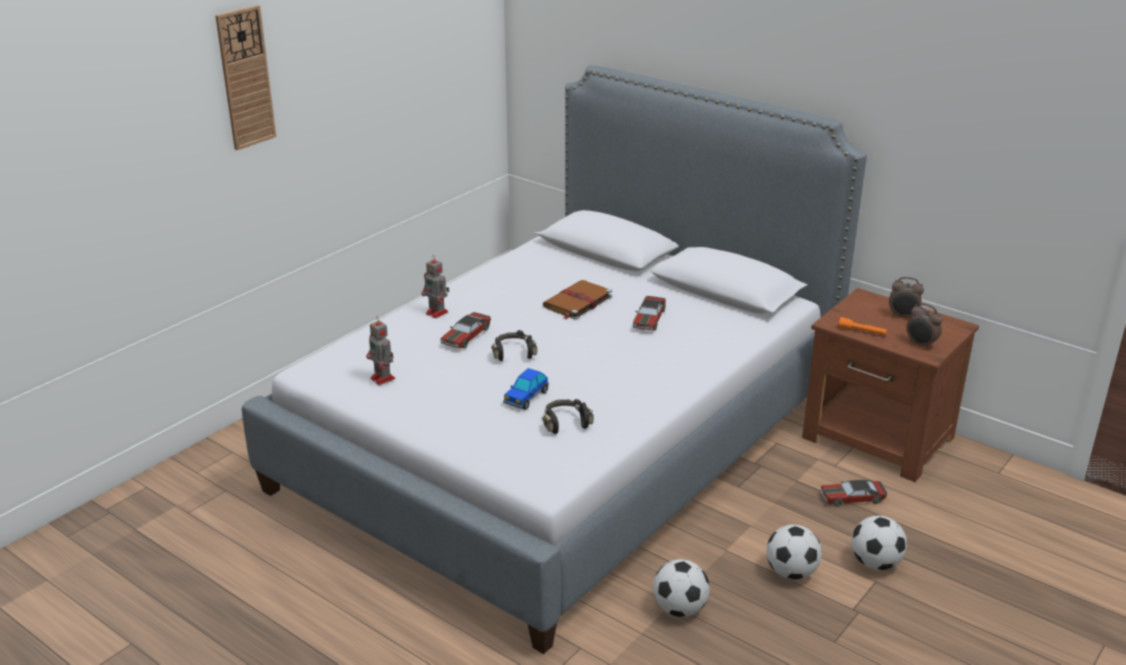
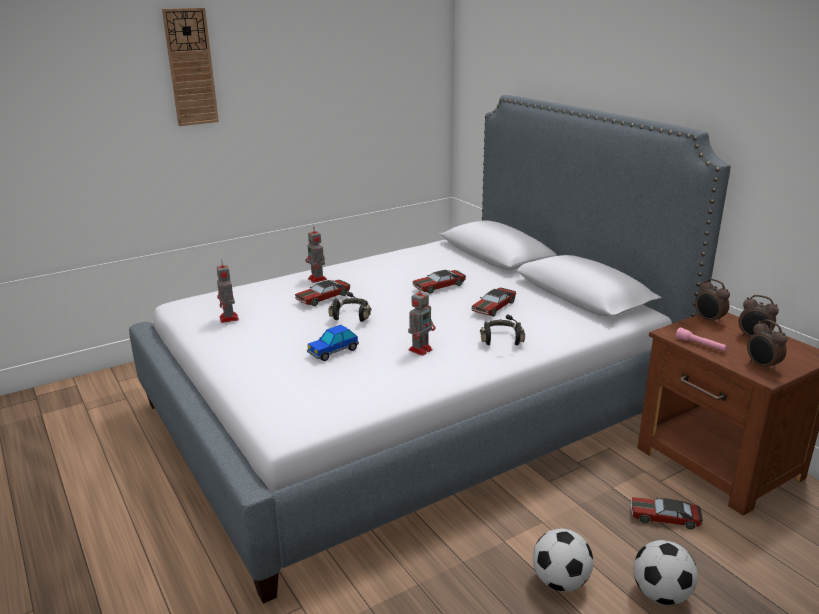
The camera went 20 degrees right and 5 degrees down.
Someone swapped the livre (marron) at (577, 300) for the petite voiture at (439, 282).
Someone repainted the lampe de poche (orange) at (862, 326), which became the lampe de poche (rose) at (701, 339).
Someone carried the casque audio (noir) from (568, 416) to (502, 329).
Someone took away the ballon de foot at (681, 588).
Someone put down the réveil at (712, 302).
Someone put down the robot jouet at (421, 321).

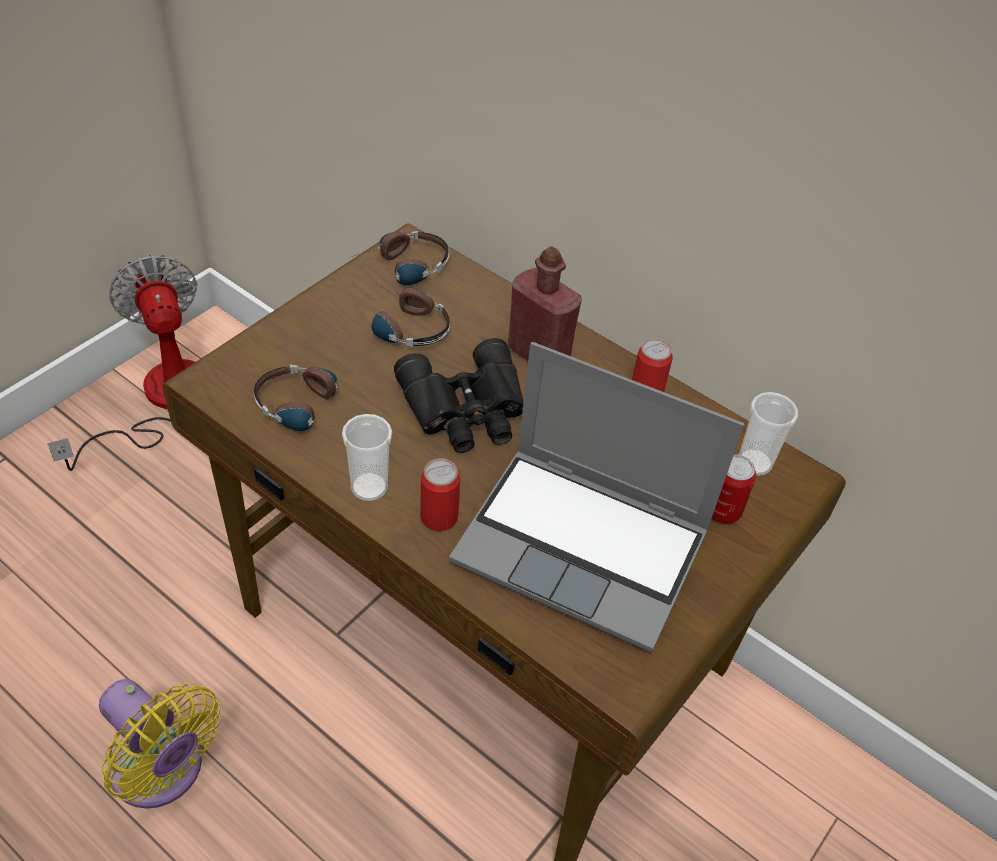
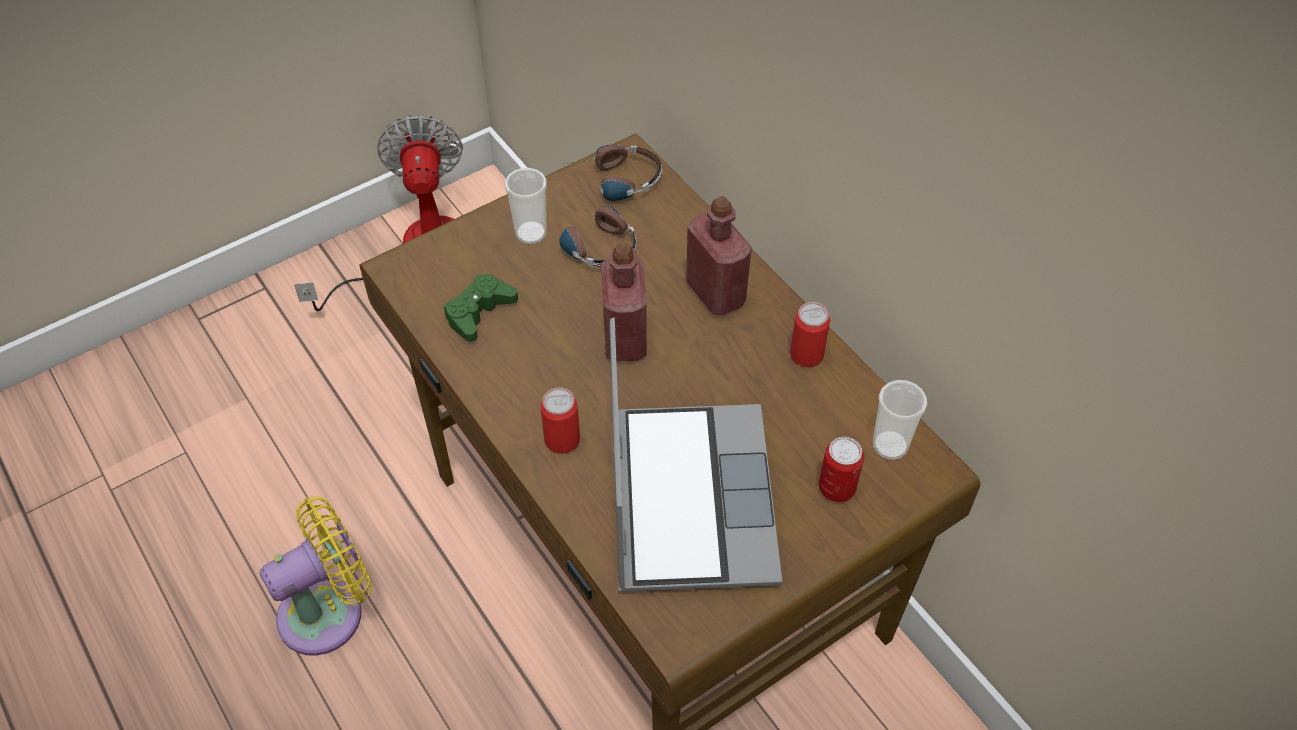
The camera went 20 degrees right and 5 degrees up.
Someone swapped the jumelles (noir) at (458, 395) for the bouteille (rouge) at (624, 303).
Someone rotated the ordinateur portable at (596, 497) by 135 degrees counterclockwise.
Someone swapped the casque audio at (297, 398) for the manette (vert) at (481, 308).
Someone carried the tasse from (367, 457) to (526, 206).
Someone rotated the ventilateur (jaune) at (159, 744) by 90 degrees counterclockwise.

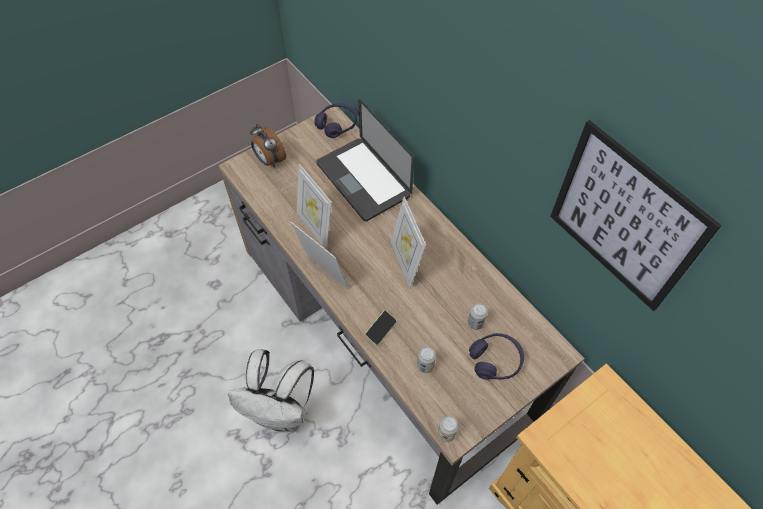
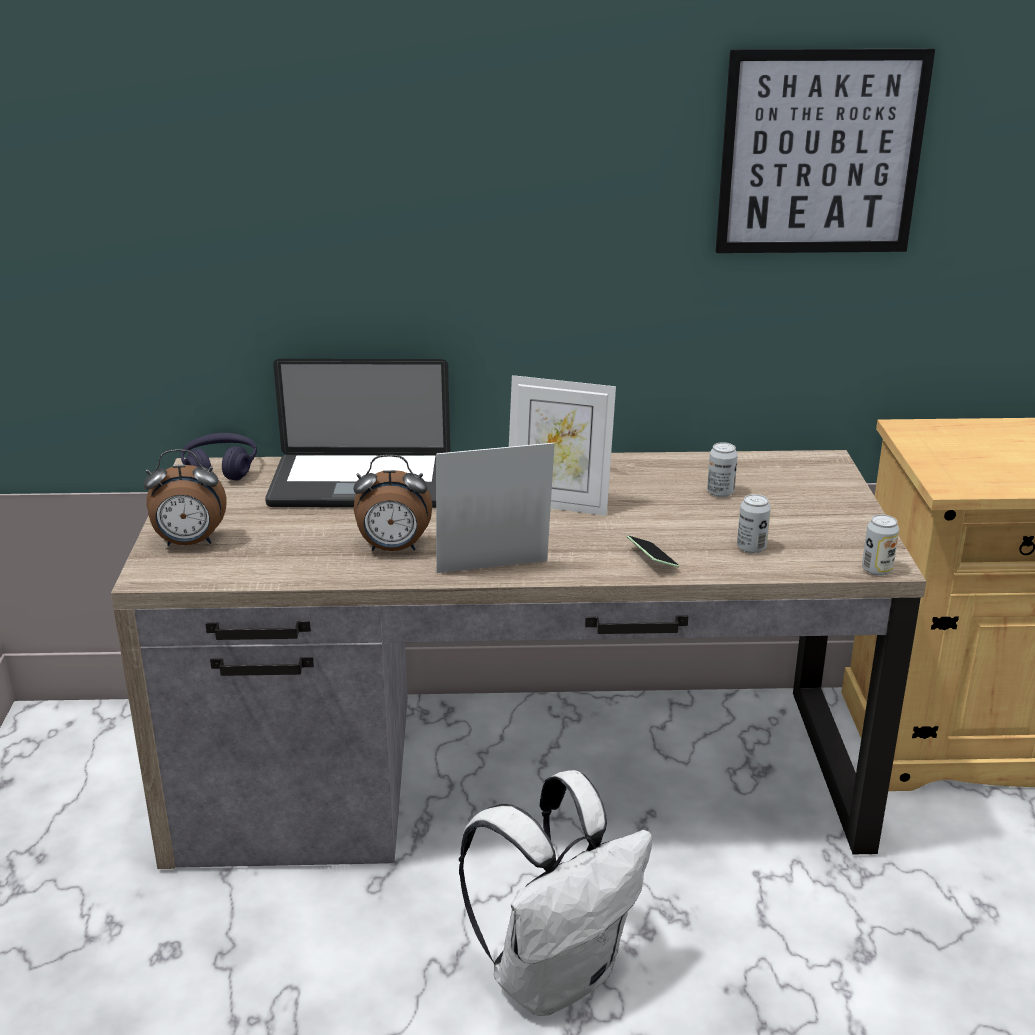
The camera went 55 degrees left and 30 degrees down.
Someone swapped the cadre photo at (314, 207) for the réveil at (392, 502).
Someone took away the casque audio (violet) at (496, 356).

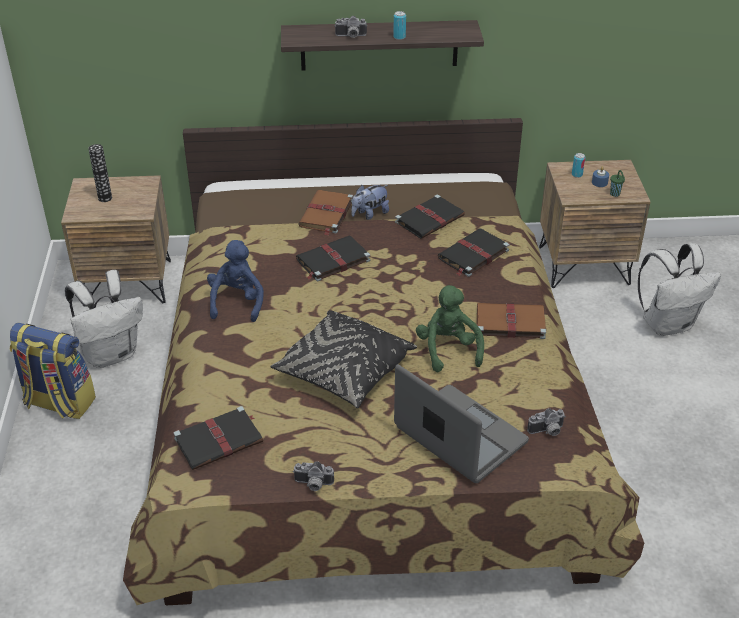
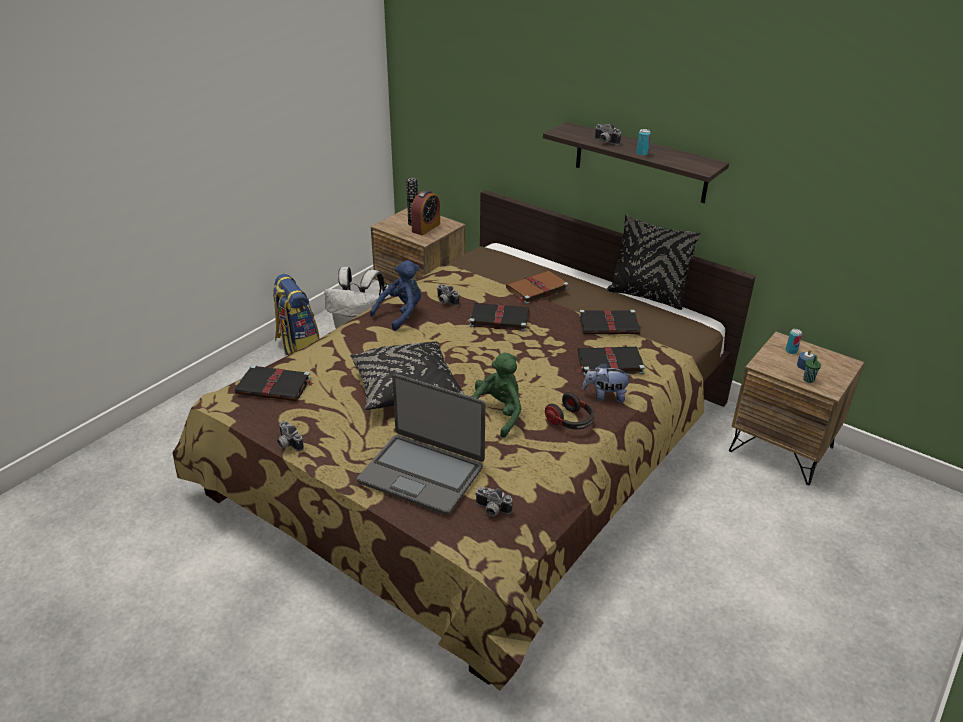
The camera went 40 degrees right and 5 degrees down.
Someone carried the peluche from (370, 202) to (607, 383).
Someone took away the sac à dos (blanc) at (679, 289).
Someone swapped the livre (marron) at (508, 321) for the casque audio at (569, 410).
Someone rotated the ordinateur portable at (461, 423) by 120 degrees clockwise.
Someone put down the réveil at (425, 212).
Someone put down the coussin (noir) at (654, 262).
Someone put down the appareil photo at (448, 295).

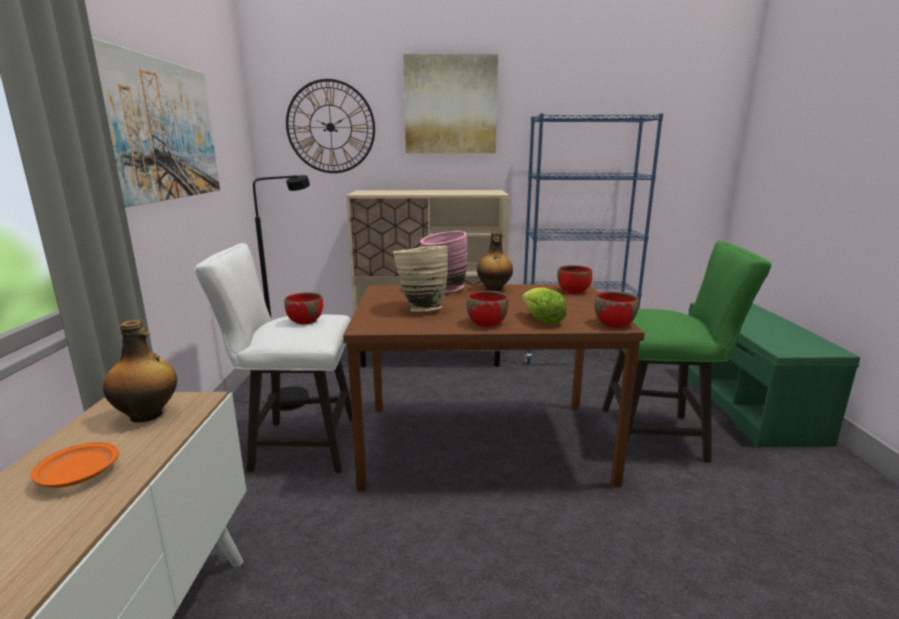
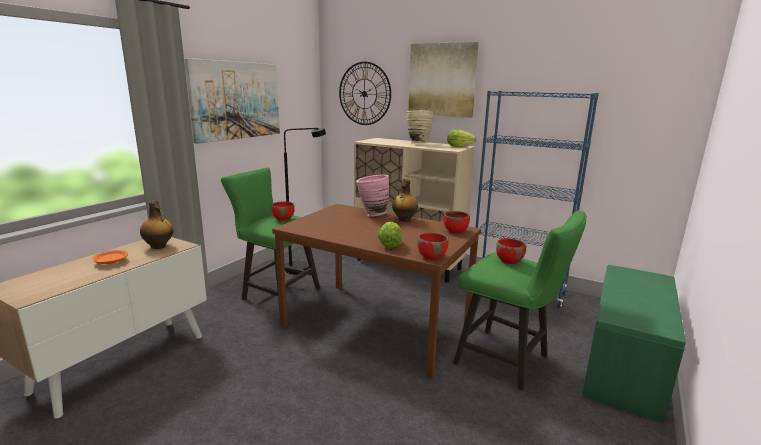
The camera went 30 degrees right and 0 degrees up.
Someone repainted the tabouret (blanc) at (273, 358), which became the tabouret (vert) at (270, 234).
Someone carried the vase (beige) from (420, 279) to (420, 126).
Someone carried the bol (rouge) from (487, 309) to (511, 251).
Someone put down the laitue at (461, 138).

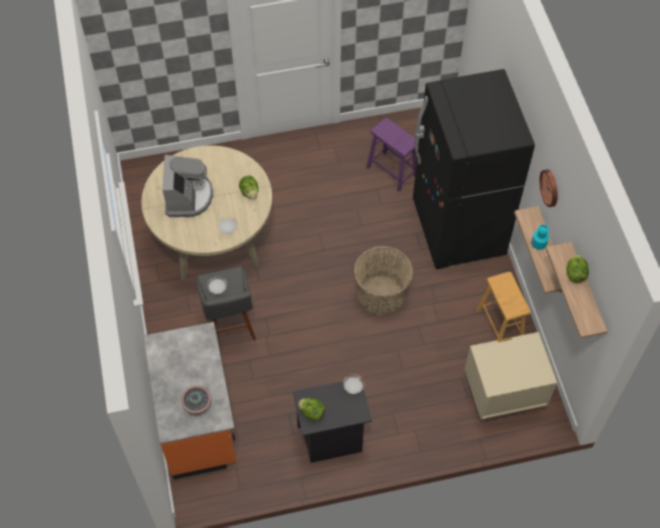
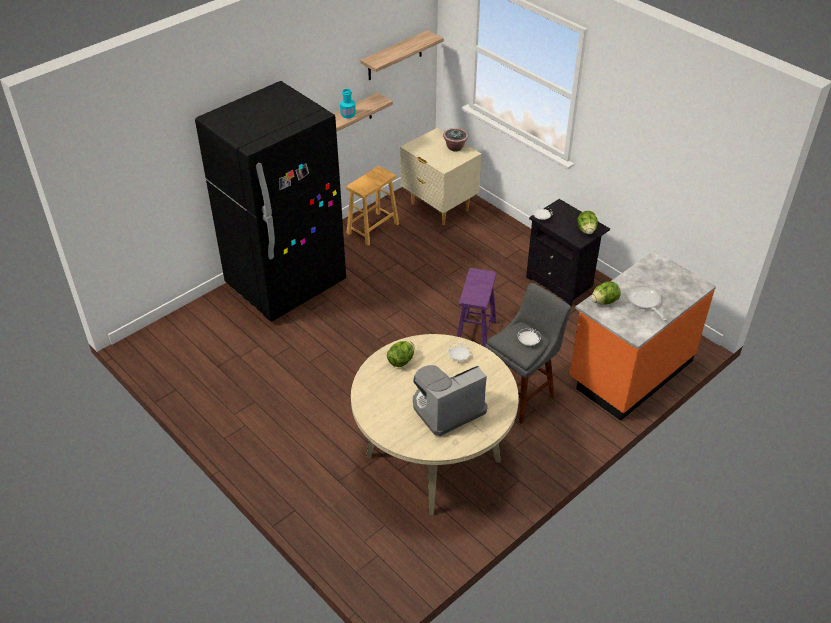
The camera went 120 degrees left and 15 degrees down.
Someone carried the tabouret (violet) from (392, 155) to (476, 307).
Someone took away the horloge murale at (548, 188).
Someone took away the panier at (383, 281).
Someone carried the laitue from (577, 268) to (606, 293).
Someone carried the plante en pot from (196, 400) to (455, 140).
Someone put down the poêle at (646, 303).

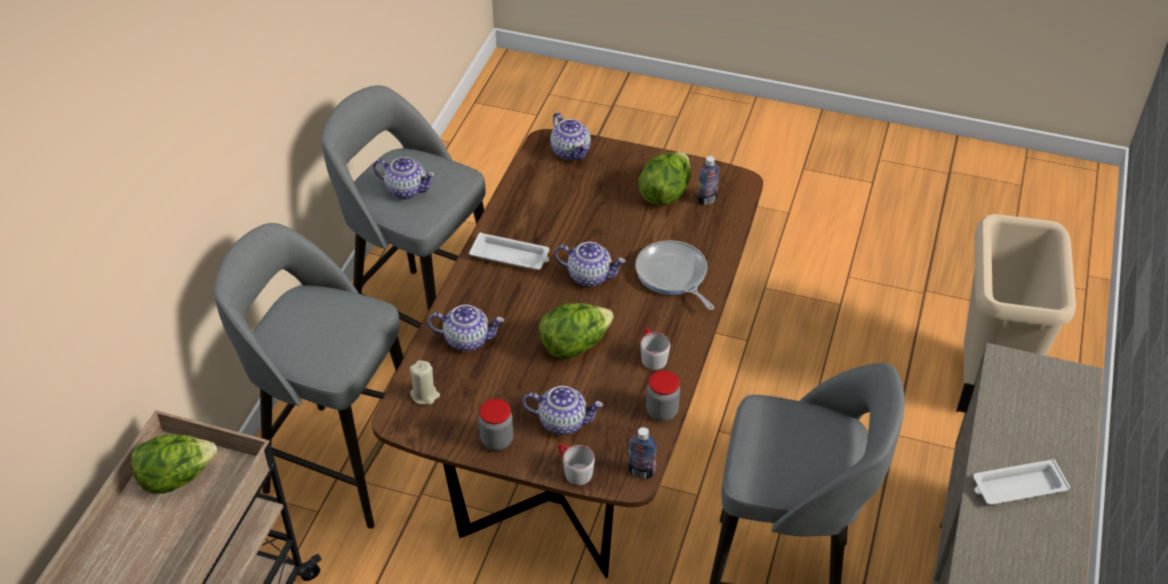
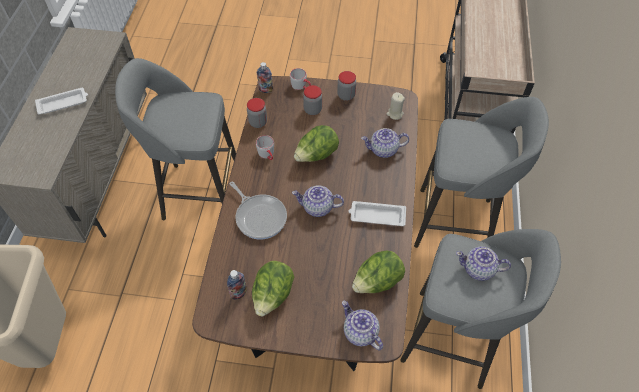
The camera went 170 degrees right and 10 degrees up.
Someone swapped the théière at (562, 410) for the bocal at (312, 100).
Someone carried the laitue from (174, 464) to (378, 271).

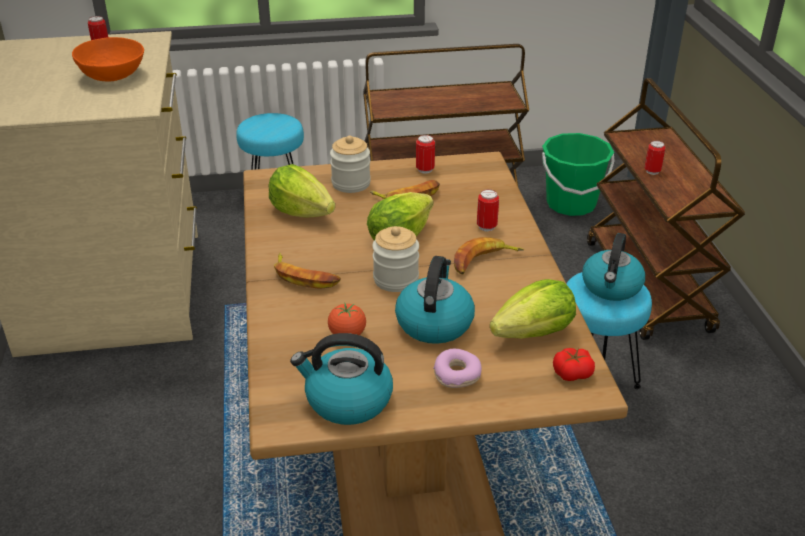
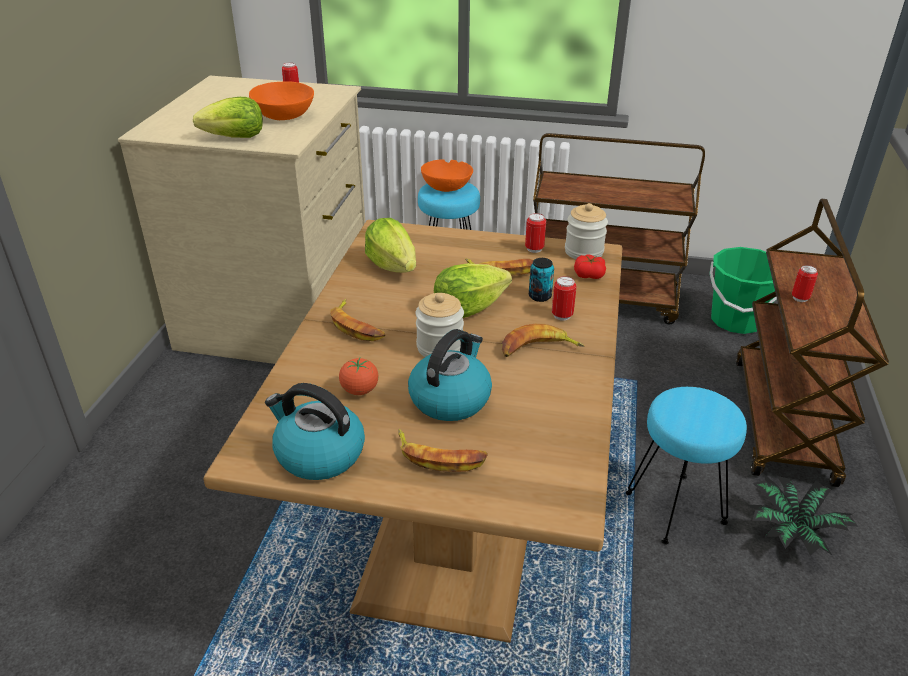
The camera went 20 degrees right and 0 degrees up.
Someone carried the bocal from (350, 164) to (586, 231).
Someone took away the bouilloire at (613, 267).
Someone carried the laitue from (533, 309) to (228, 117).
Someone carried the tomate from (574, 364) to (590, 266).
Someone swapped the beignet at (457, 368) for the banane at (443, 450).
Someone put down the bol (orange) at (447, 175).
Someone put down the boîte métallique at (541, 280).
Someone put down the plante en pot at (802, 515).

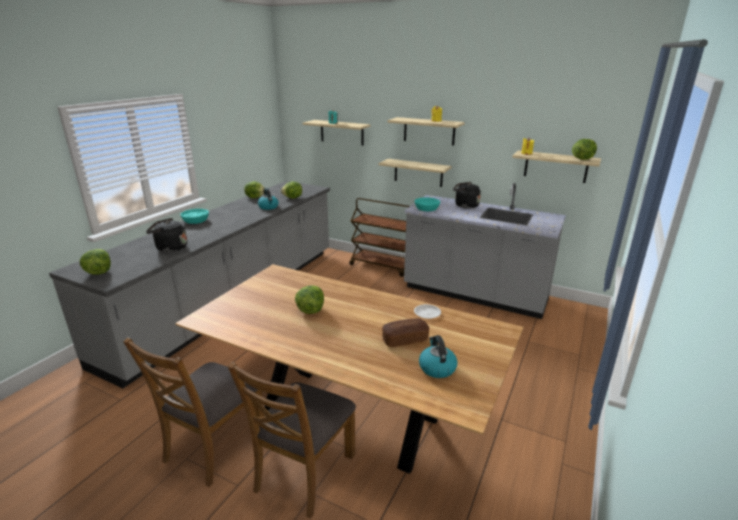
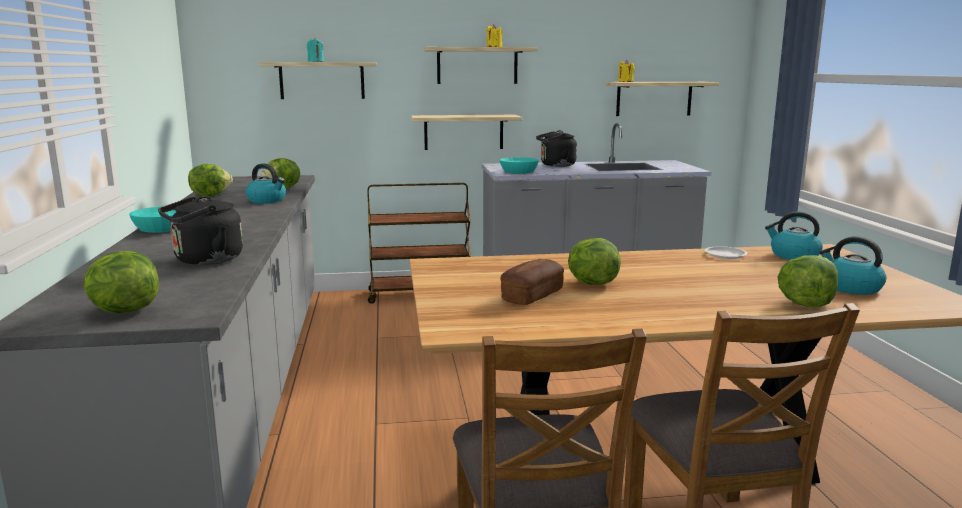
The camera went 35 degrees left and 10 degrees down.
Someone carried the laitue from (584, 149) to (808, 281).
Someone carried the pain from (405, 332) to (532, 282).
Someone put down the bouilloire at (794, 235).

